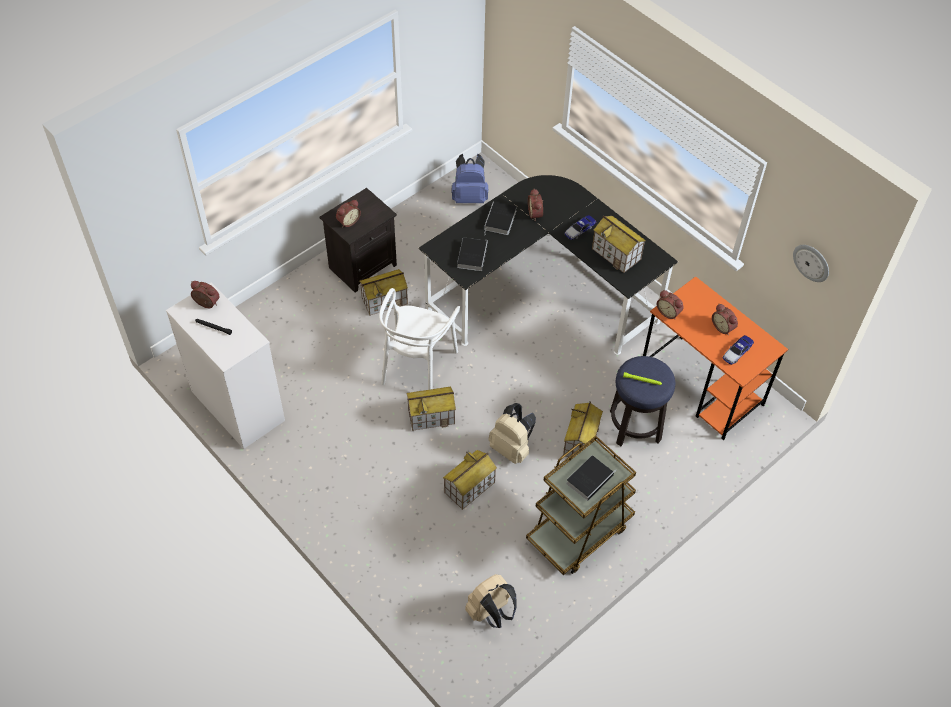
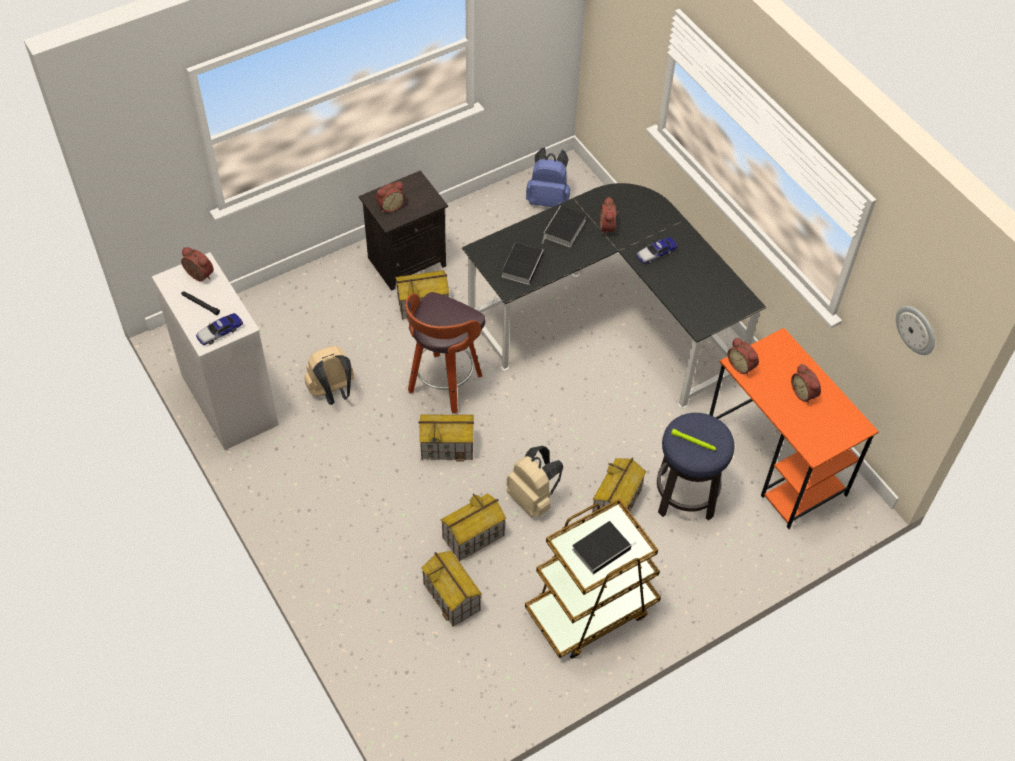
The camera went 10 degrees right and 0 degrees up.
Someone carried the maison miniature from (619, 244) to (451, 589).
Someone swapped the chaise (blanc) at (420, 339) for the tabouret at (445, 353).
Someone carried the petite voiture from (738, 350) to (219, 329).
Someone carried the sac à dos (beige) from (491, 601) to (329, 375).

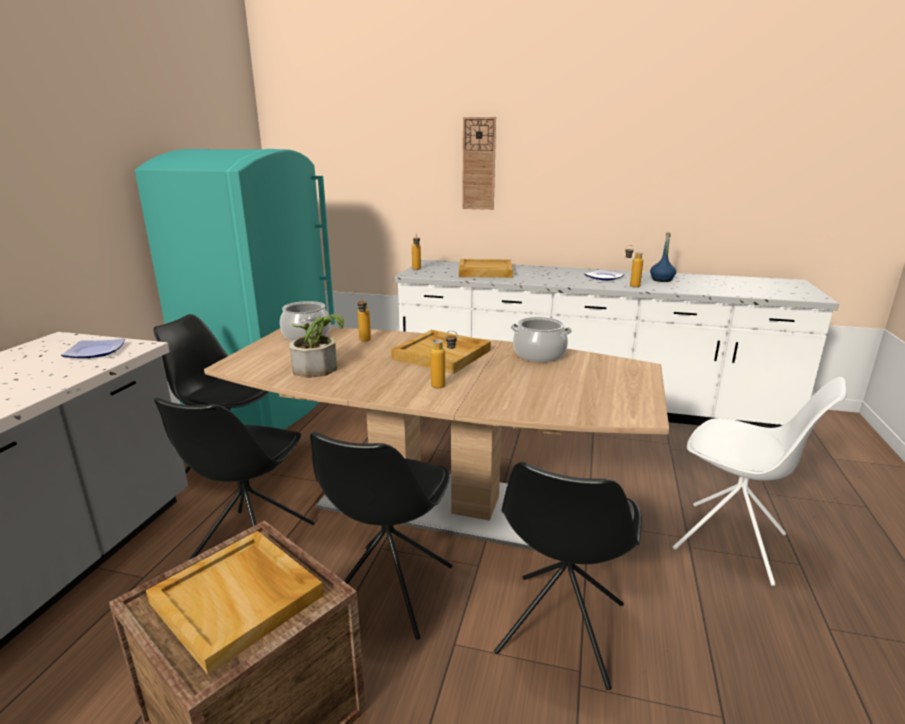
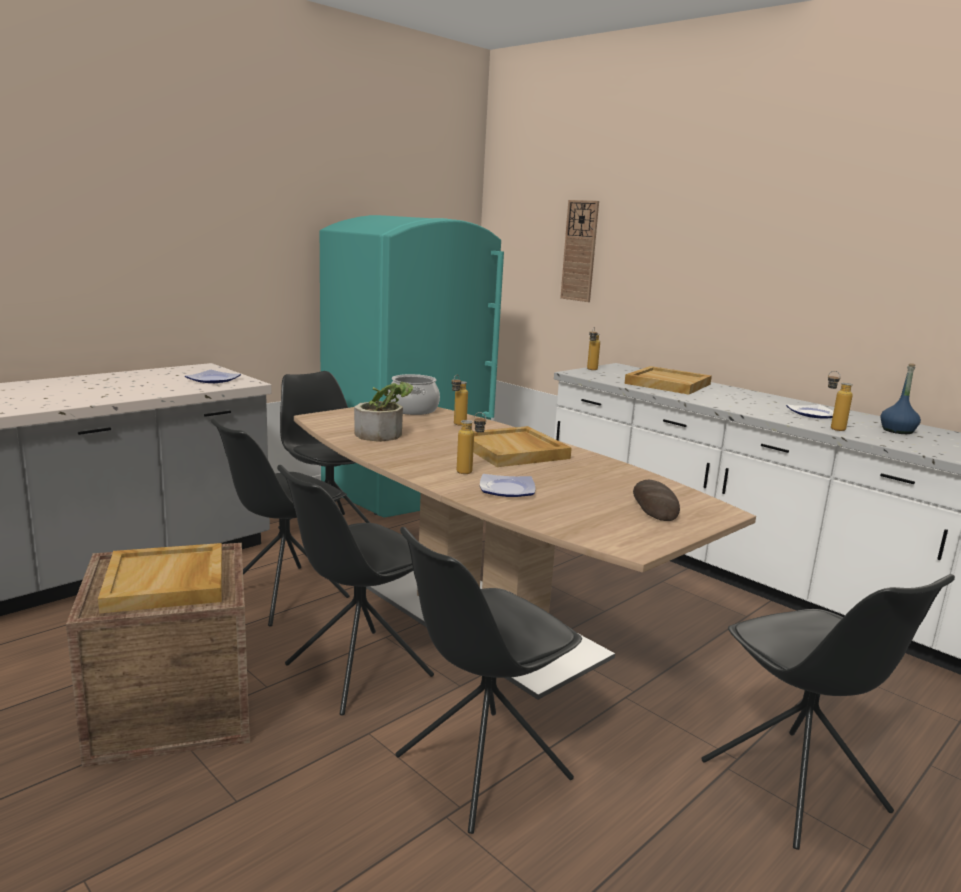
The camera went 30 degrees right and 5 degrees down.
Someone carried the horloge murale from (479, 163) to (579, 251).
Someone took away the marmite at (541, 339).
Someone repainted the chaise (blanc) at (760, 481), which became the chaise (noir) at (828, 712).
Someone put down the assiette at (508, 485).
Someone put down the pain at (656, 500).

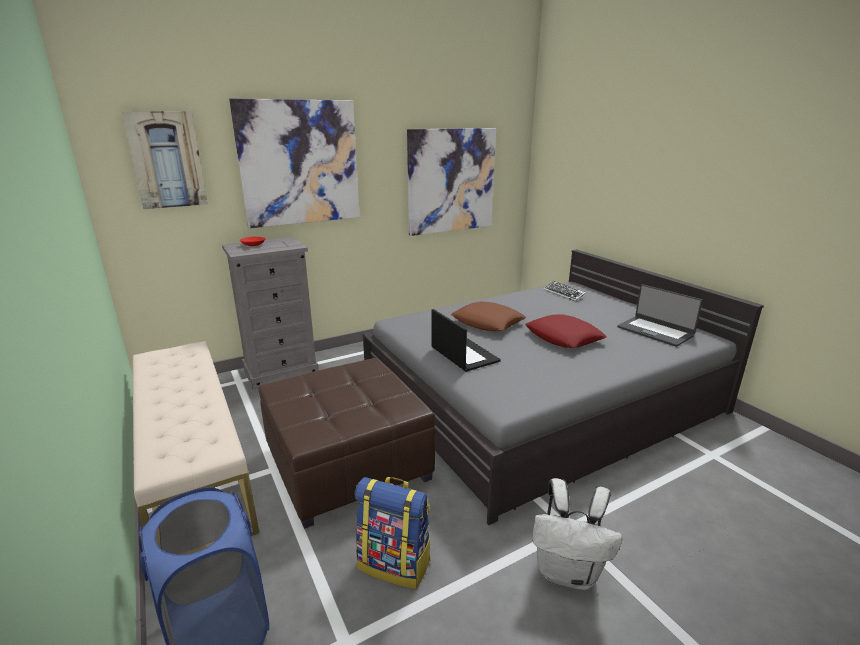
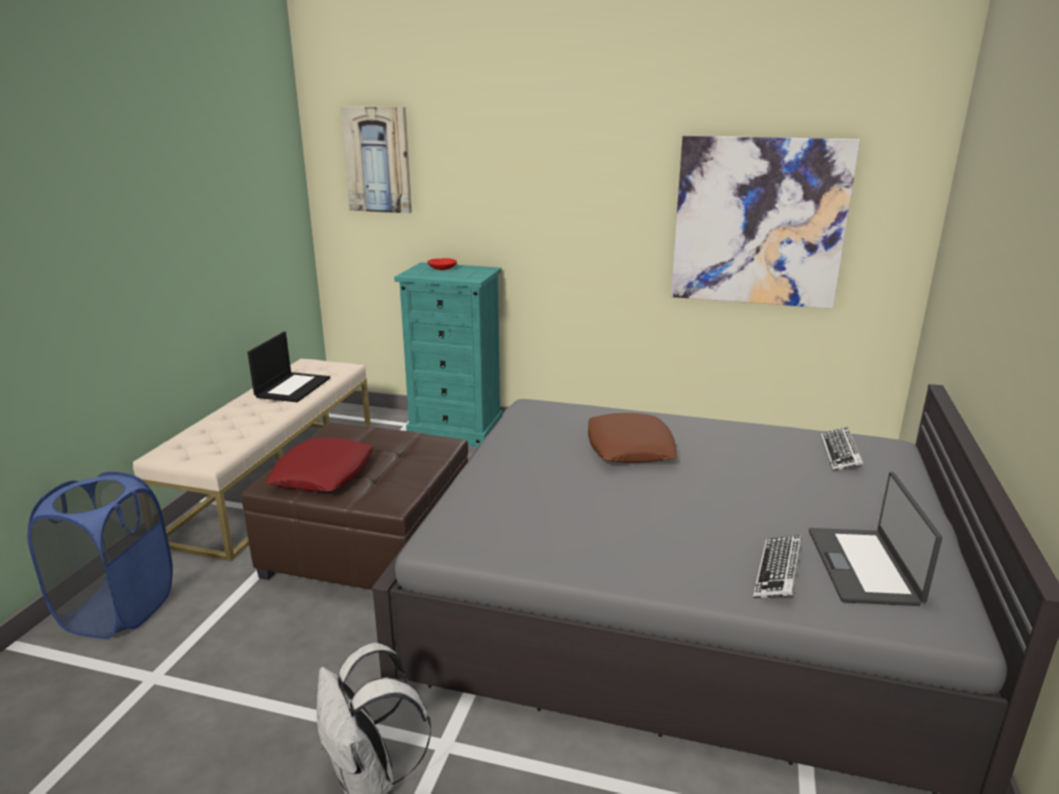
The camera went 45 degrees right and 0 degrees up.
Someone took away the tableau at (294, 163).
Someone repainted the commode (gris) at (270, 313), which became the commode (turquoise) at (448, 354).
Someone carried the ordinateur portable from (466, 340) to (289, 367).
Someone carried the coussin (rouge) from (566, 331) to (319, 464).
Someone took away the sac à dos at (393, 533).
Someone put down the clavier at (777, 566).

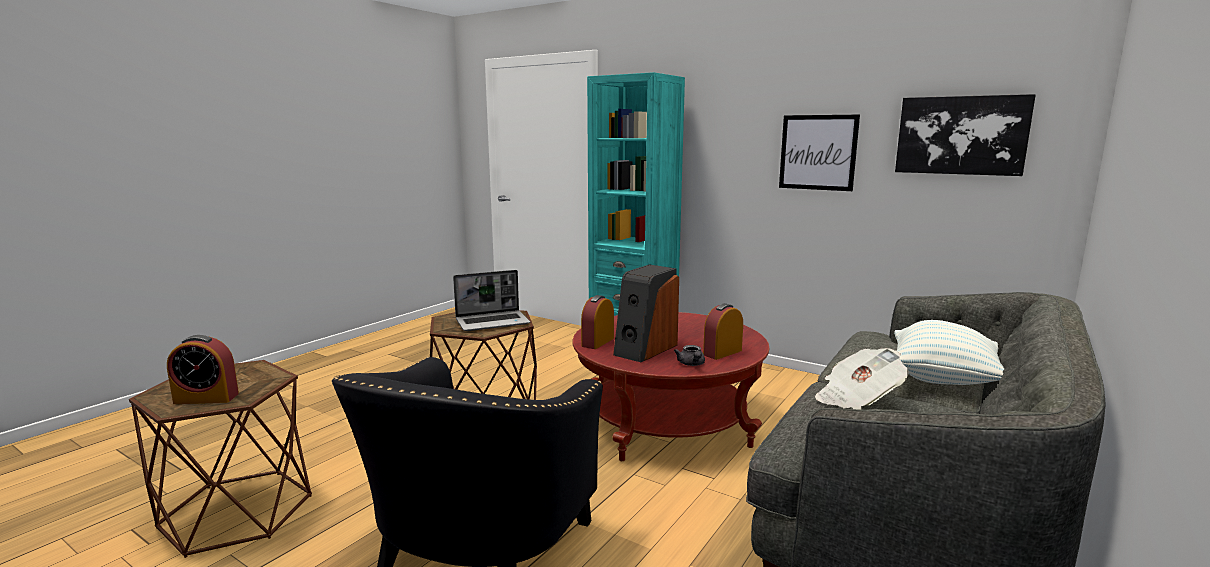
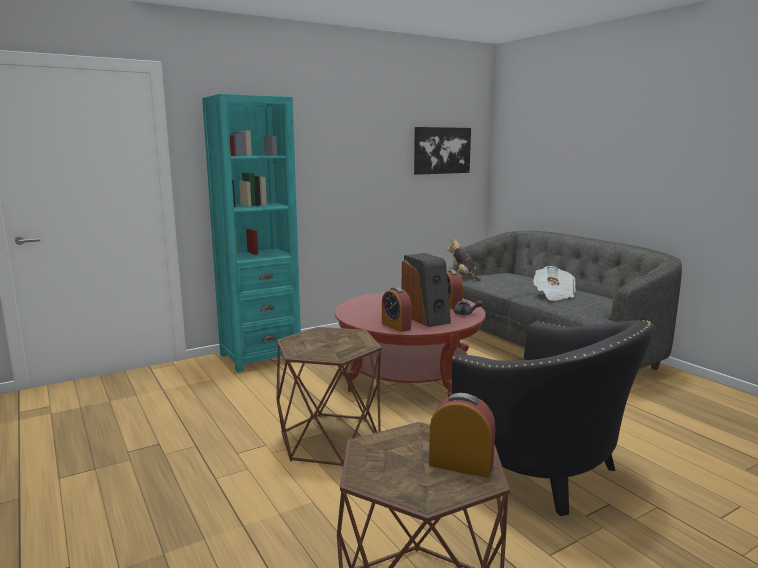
The camera went 65 degrees left and 0 degrees up.
Someone took away the tableau at (819, 153).
Someone took away the ordinateur portable at (491, 300).
Someone took away the coussin at (949, 352).
Someone rotated the réveil at (203, 369) by 90 degrees counterclockwise.
Someone put down the peluche at (464, 260).

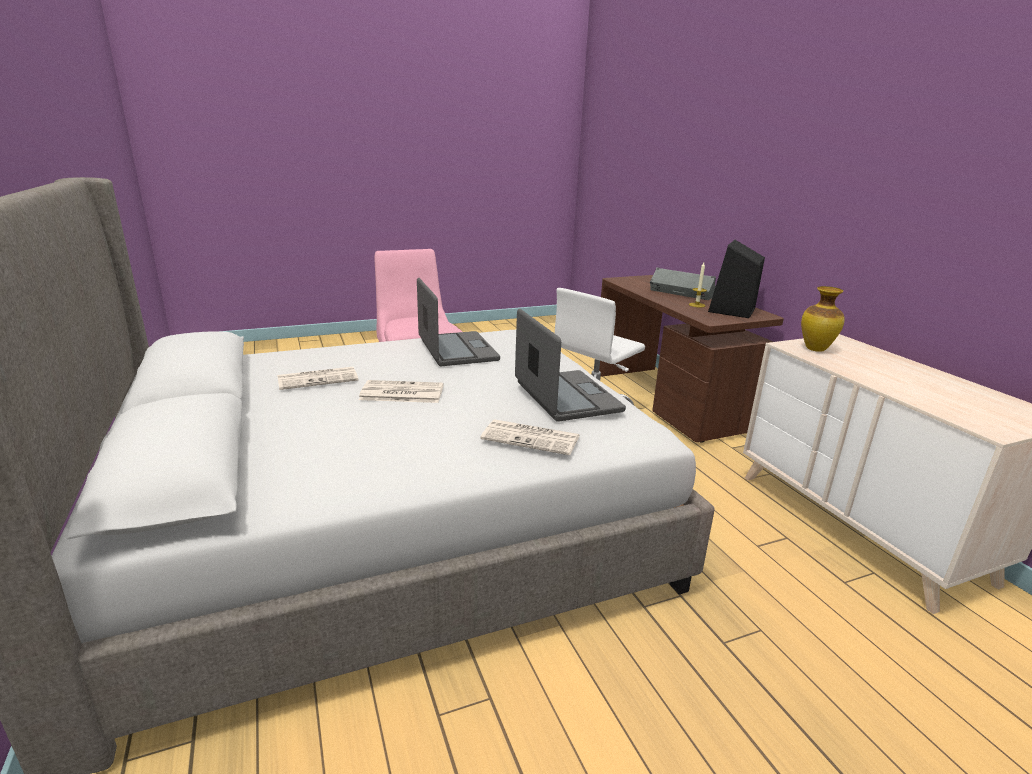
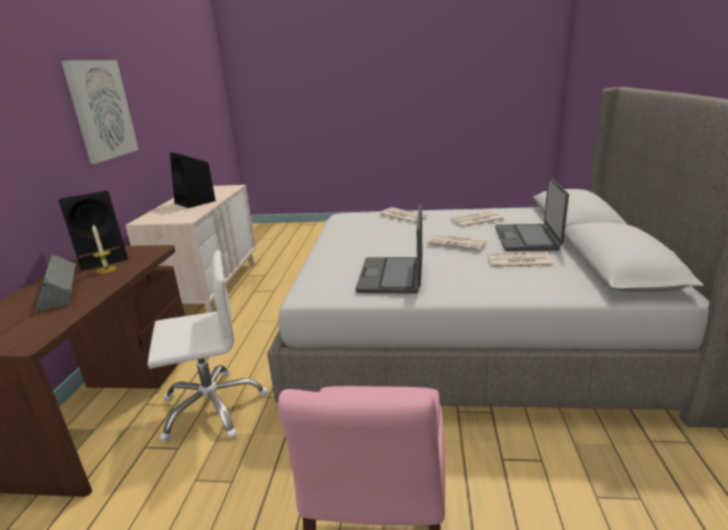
The camera went 150 degrees left and 0 degrees up.
Someone took away the vase at (823, 319).
Someone carried the ordinateur portable from (570, 365) to (532, 213).
Someone put up the tableau at (100, 112).
Someone put down the enceinte (noir) at (193, 180).
Someone put down the journal at (478, 219).

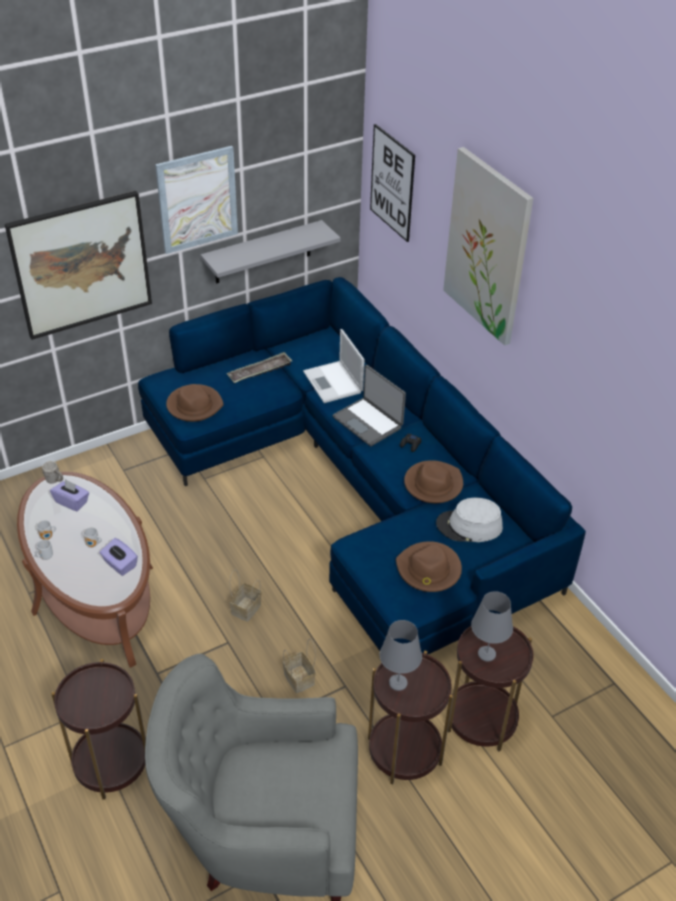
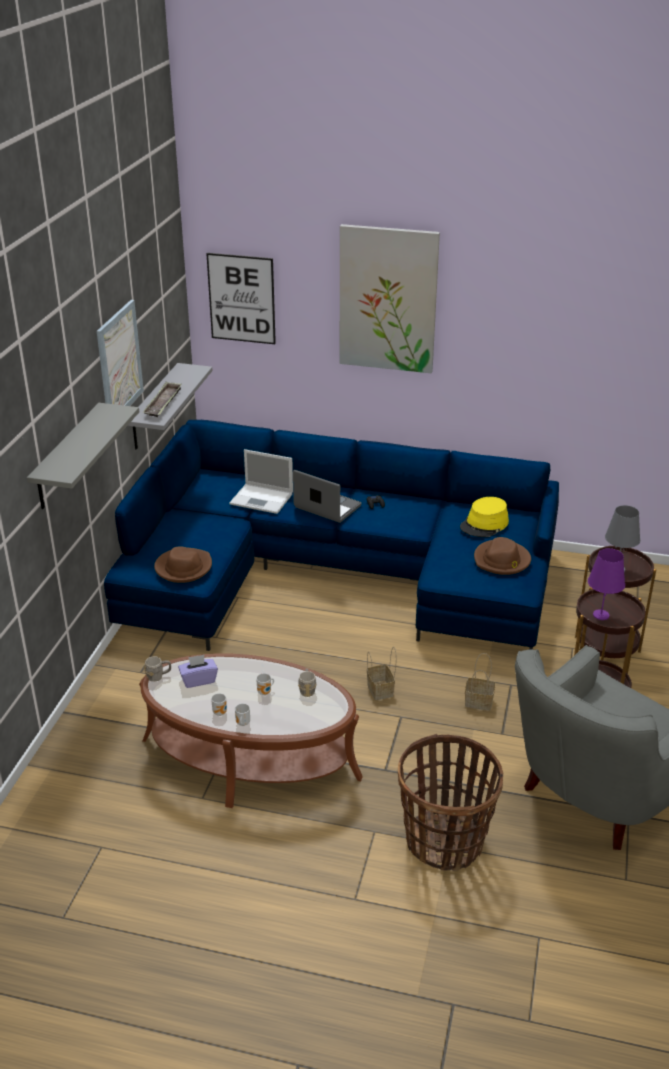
The camera went 45 degrees left and 10 degrees down.
Someone swapped the tableau at (78, 265) for the étagère (gris) at (83, 456).
Someone carried the plateau from (259, 367) to (162, 399).
Someone rotated the ordinateur portable at (369, 405) by 150 degrees counterclockwise.
Someone took away the chapeau (marron) at (433, 481).
Someone repainted the chapeau (gris) at (469, 519), which became the chapeau (jaune) at (484, 517).
Someone swapped the boîte à mouchoirs (violet) at (119, 557) for the mug (gris) at (307, 683).
Someone repainted the lampe de table (gris) at (400, 655), which became the lampe de table (violet) at (606, 584).
Someone swapped the table d'appoint (marron) at (99, 729) for the panier at (450, 802).

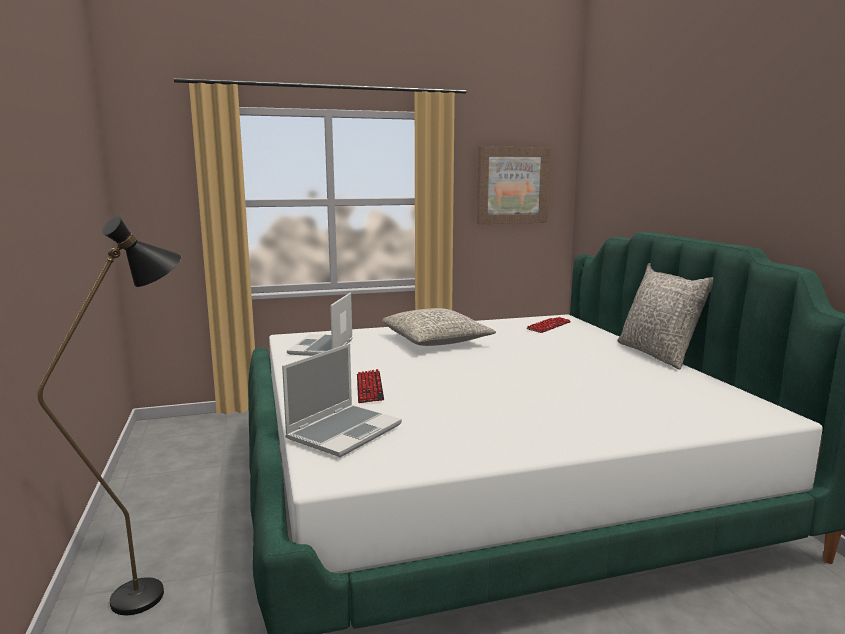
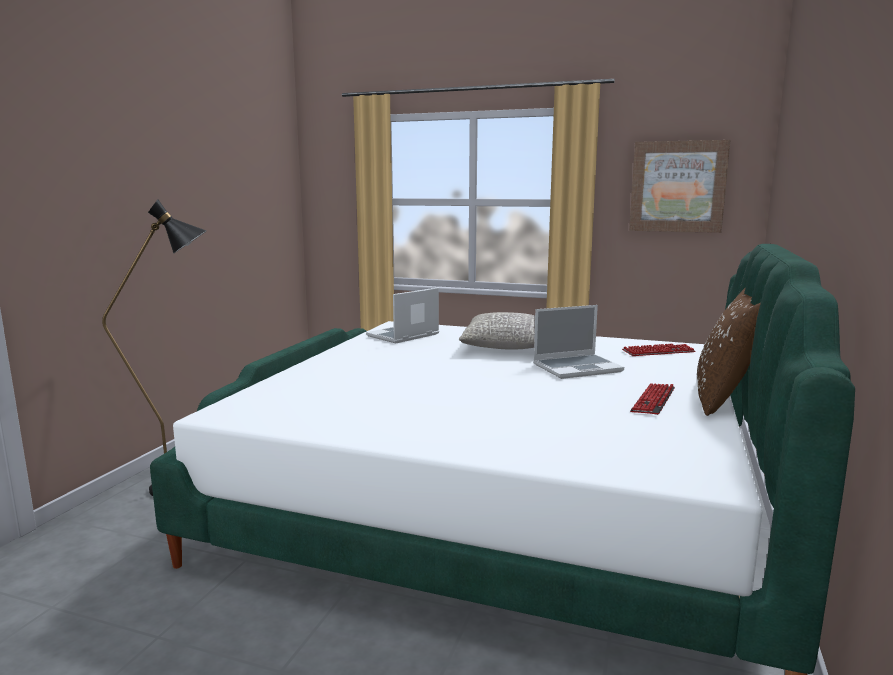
The camera went 35 degrees right and 0 degrees up.
Someone repainted the coussin (gris) at (665, 316), which became the coussin (marron) at (729, 351).
Someone carried the ordinateur portable from (342, 400) to (578, 342).
Someone carried the clavier from (370, 386) to (652, 399).

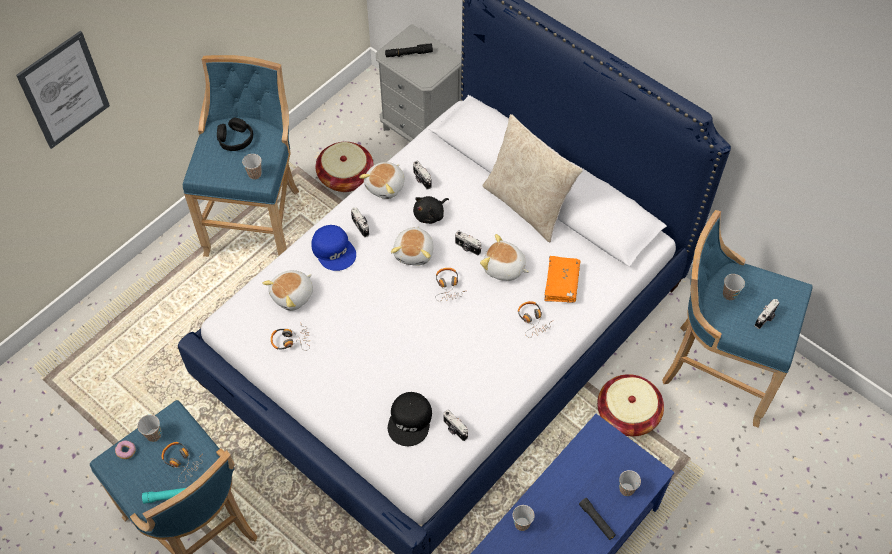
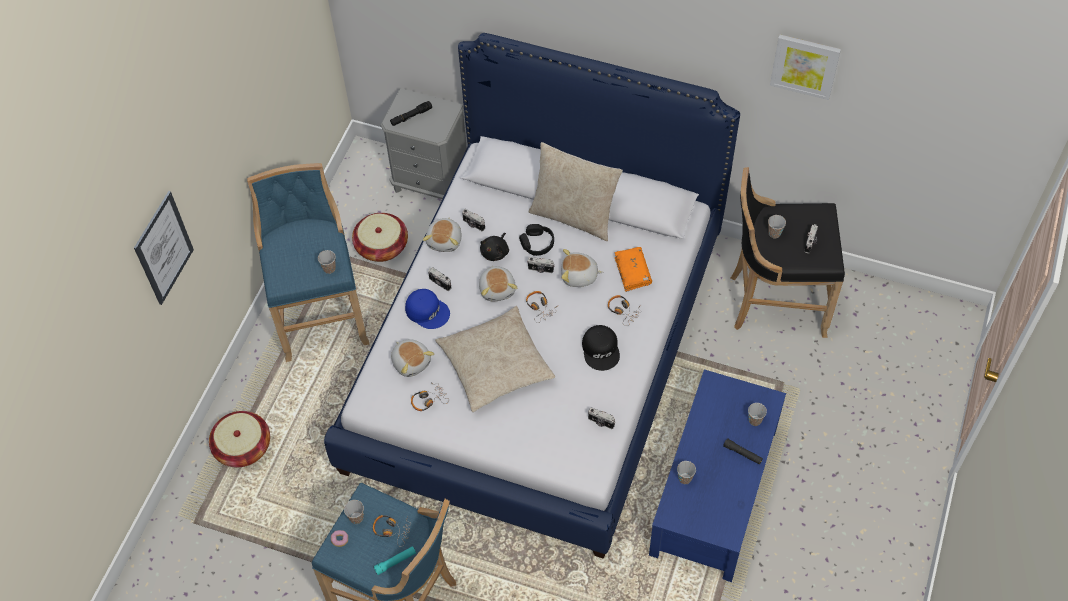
The camera went 20 degrees left and 0 degrees up.
Someone carried the casque audio (noir) from (235, 134) to (536, 240).
Someone repainted the tabouret (bleu) at (737, 319), which became the tabouret (noir) at (788, 252).
Someone rotated the peluche at (287, 290) by 60 degrees counterclockwise.
Someone carried the panier from (630, 405) to (239, 439).
Someone carried the casquette (noir) from (410, 419) to (601, 348).
Someone put up the tableau at (805, 67).
Someone put down the coussin (beige) at (495, 359).

